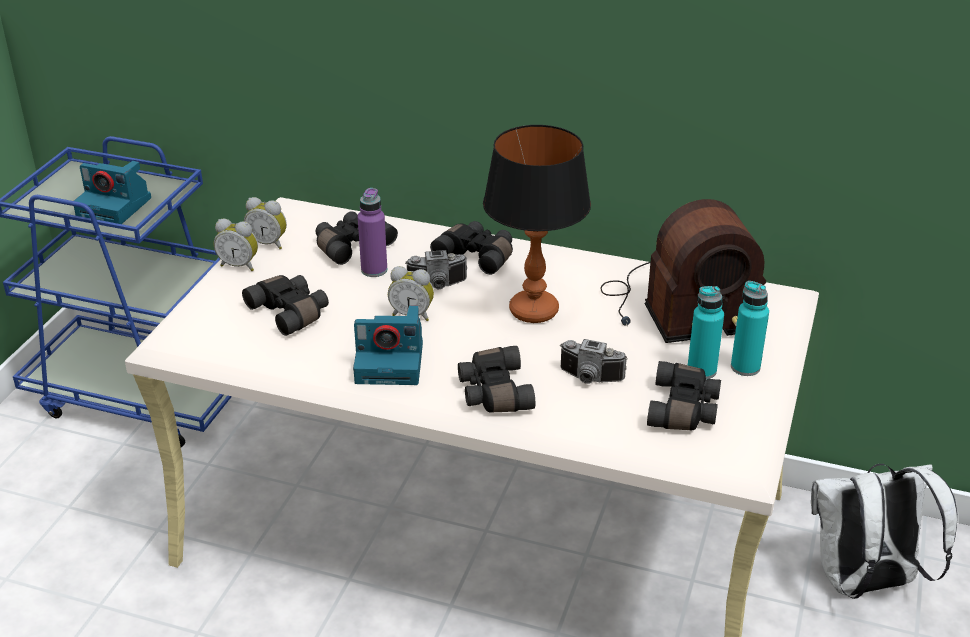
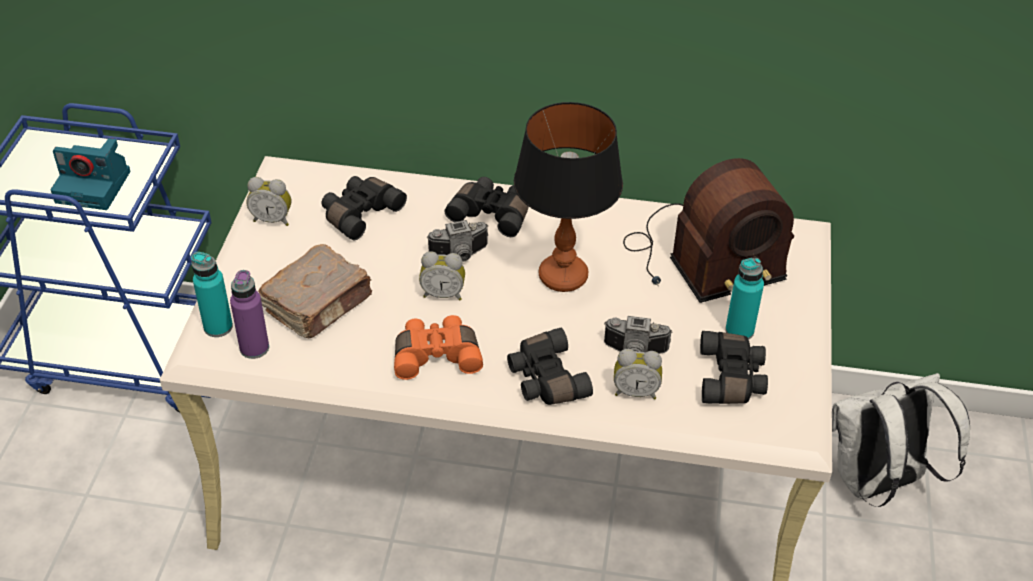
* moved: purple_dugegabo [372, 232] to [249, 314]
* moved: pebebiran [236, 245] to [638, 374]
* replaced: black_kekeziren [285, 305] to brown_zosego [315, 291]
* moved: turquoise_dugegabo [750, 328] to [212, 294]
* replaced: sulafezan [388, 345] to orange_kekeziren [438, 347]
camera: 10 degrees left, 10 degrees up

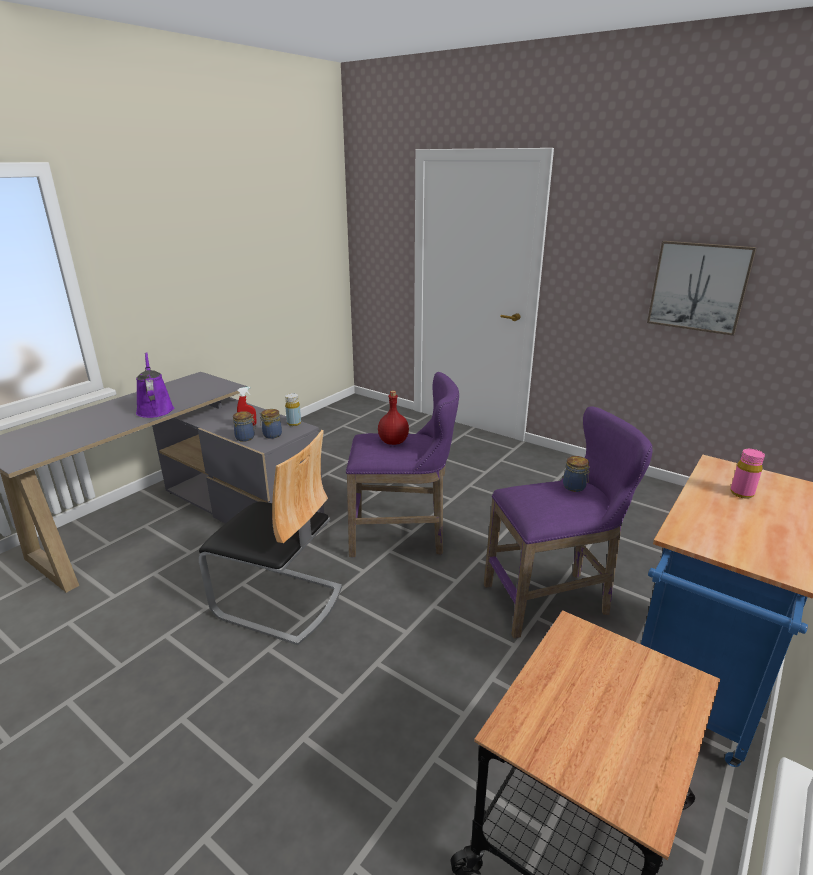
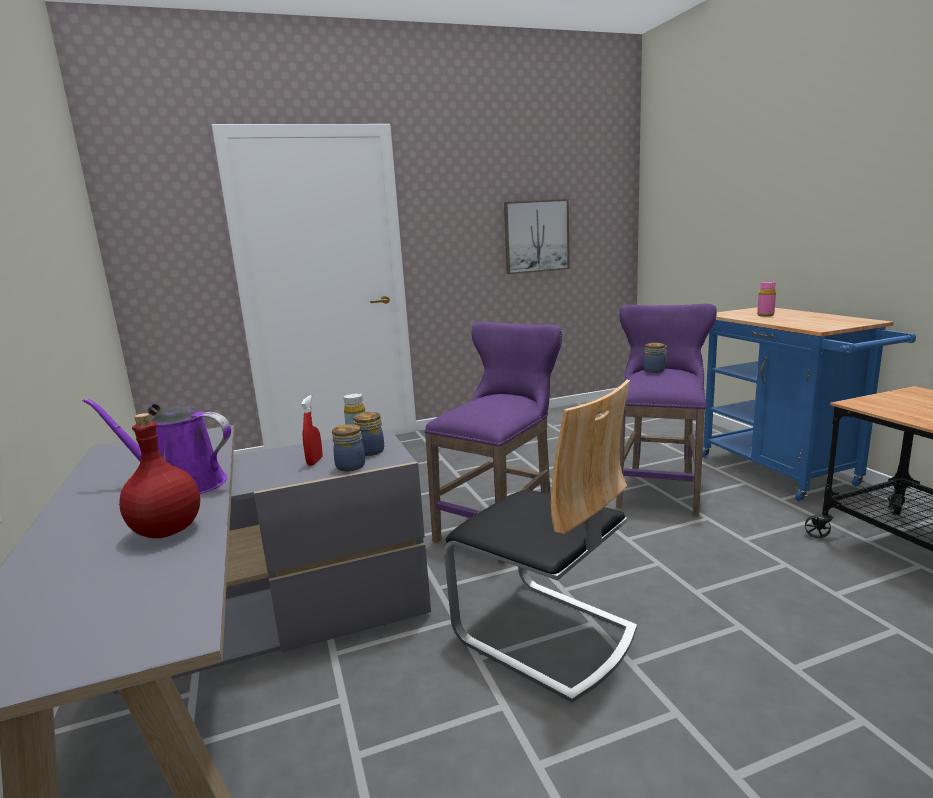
* moved: red_dugegabo [393, 418] to [159, 475]
* turned: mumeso [270, 537] = [540, 541] 75 degrees clockwise
camera: 55 degrees left, 10 degrees down

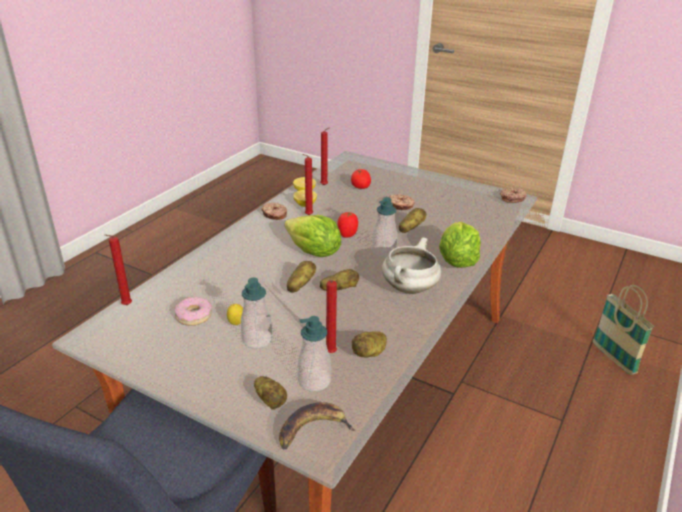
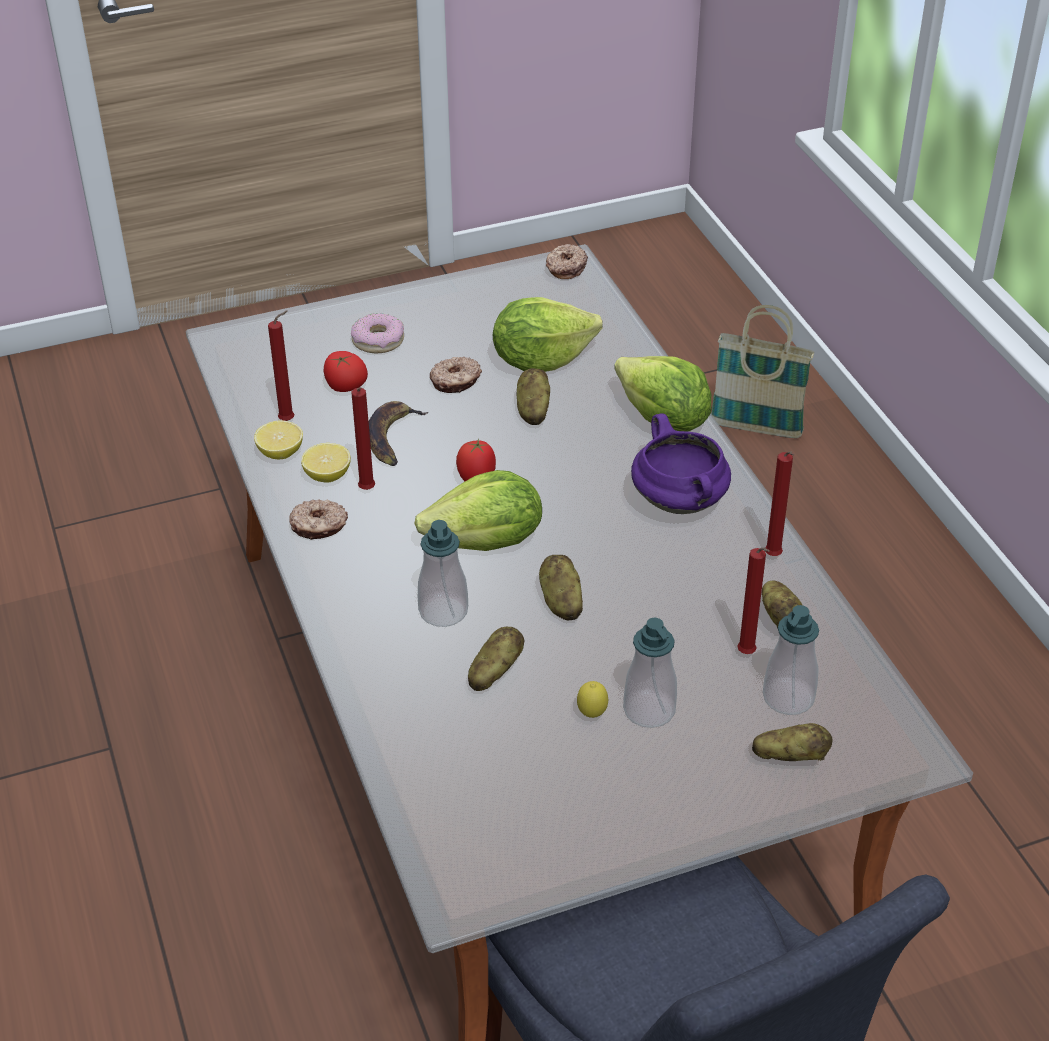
* moved: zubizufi [384, 227] to [443, 573]
* moved: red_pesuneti [118, 269] to [779, 504]
* recoloured: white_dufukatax [411, 265] to purple_dufukatax [681, 463]
* moved: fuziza [339, 280] to [496, 659]
* moved: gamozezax [193, 311] to [377, 333]
* moved: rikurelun [317, 425] to [398, 433]
* added: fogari [548, 334]
camera: 50 degrees left, 10 degrees up

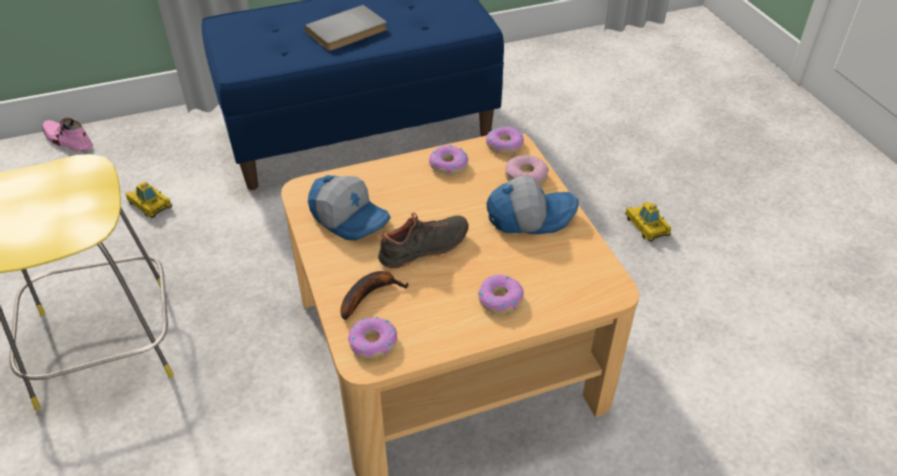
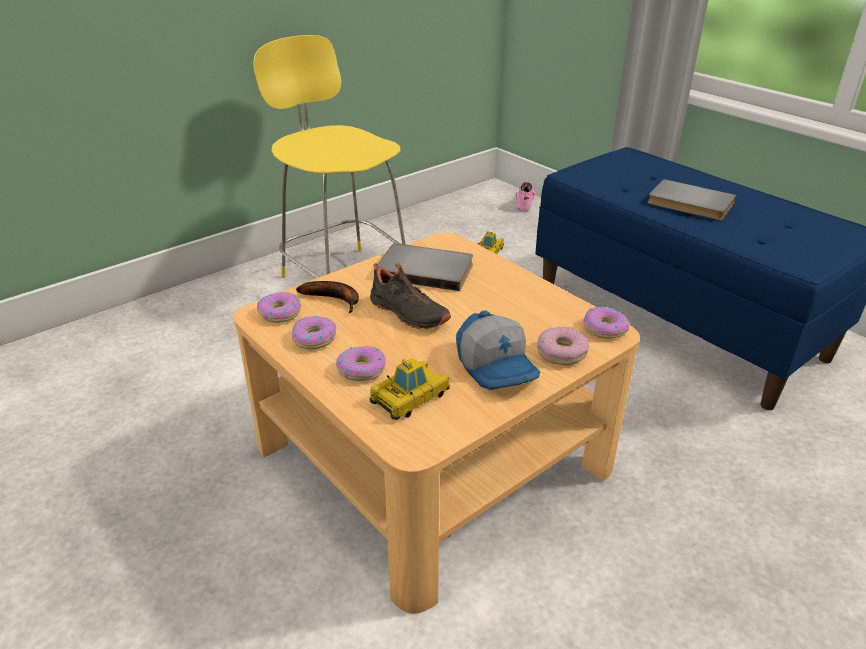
* moved: gamozezax [448, 159] to [314, 332]
* replaced: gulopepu [349, 207] to grey_zosego [423, 267]
* moved: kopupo [648, 222] to [410, 389]
camera: 70 degrees right, 10 degrees down

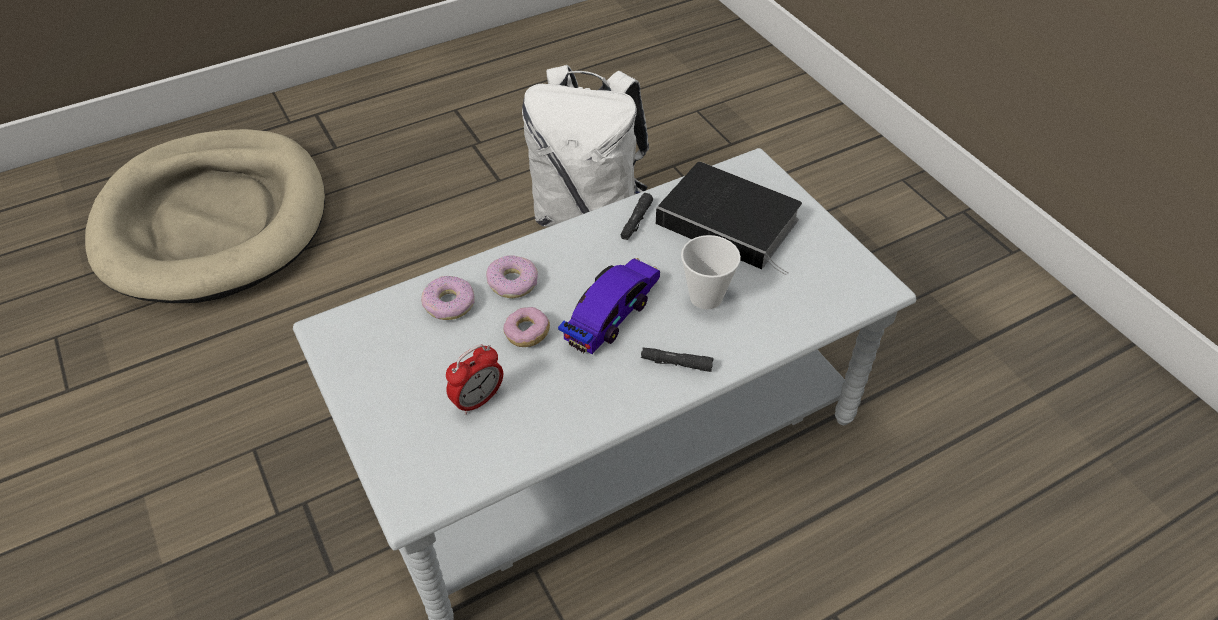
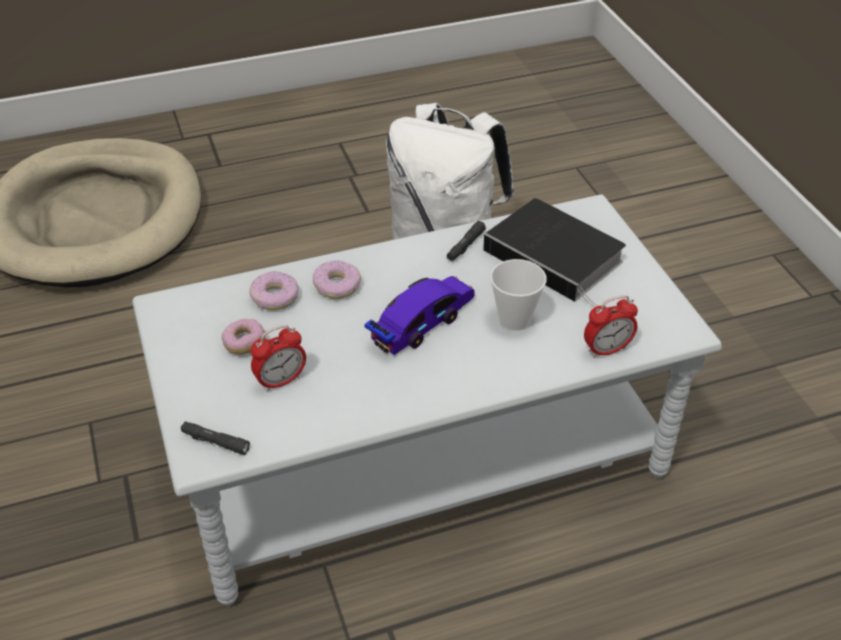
* moved: gamozezax [527, 327] to [243, 336]
* moved: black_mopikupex [677, 359] to [215, 438]
* added: pebebiran [611, 326]
camera: 10 degrees right, 5 degrees down

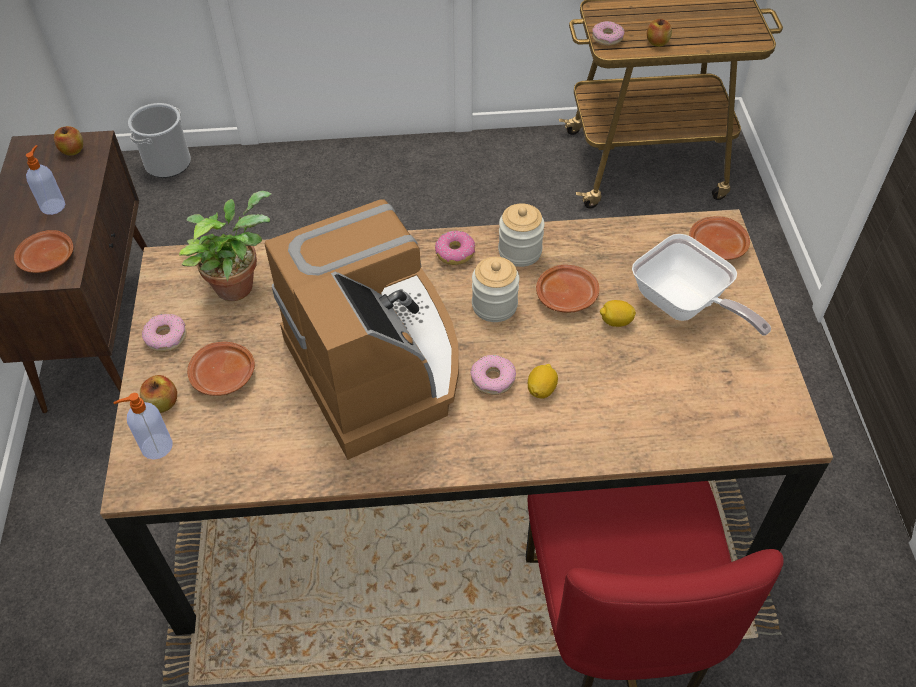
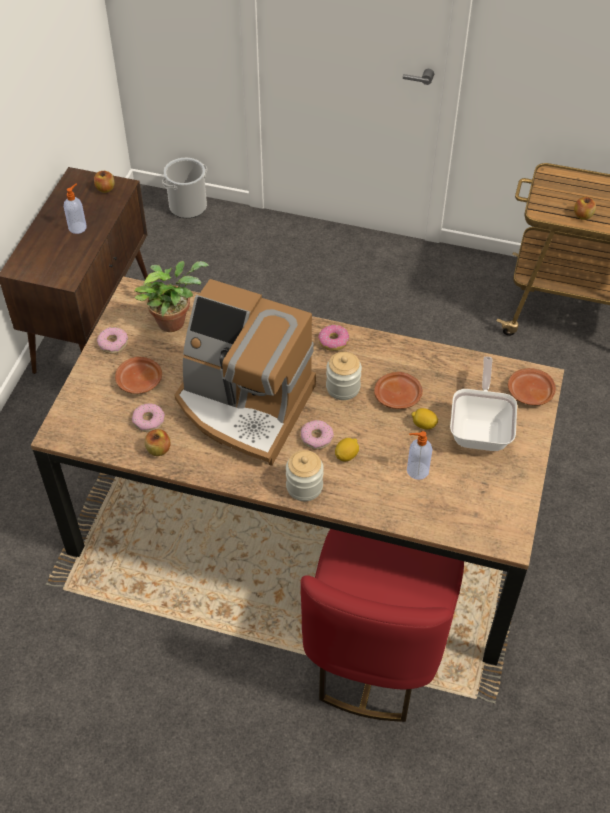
* moved: gamozezax [608, 33] to [148, 417]
* turned: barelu [362, 329] = [245, 372] 120 degrees clockwise
* moved: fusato [521, 235] to [305, 475]
* removed: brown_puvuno [44, 251]
* turned: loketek [701, 285] = [483, 404] 150 degrees counterclockwise
* moved: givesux [158, 394] to [157, 442]
* moved: zubizufi [142, 426] to [420, 455]
camera: 20 degrees right, 0 degrees up

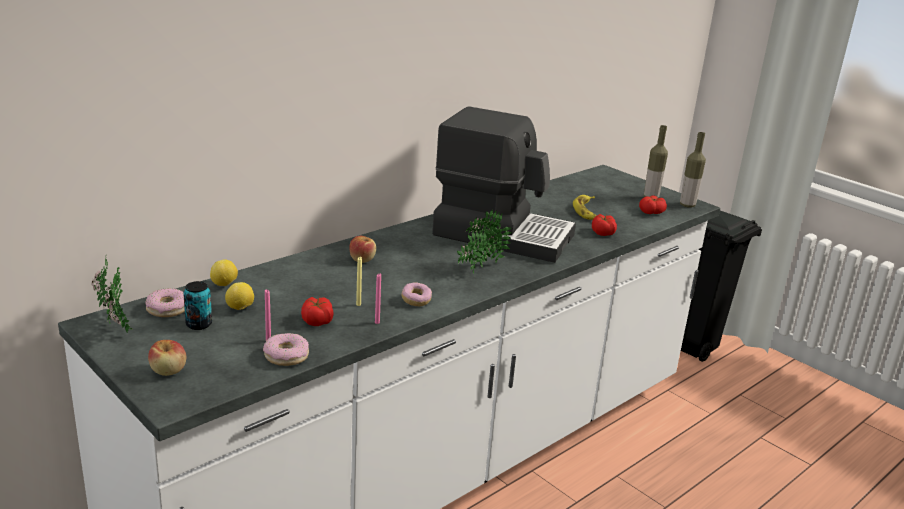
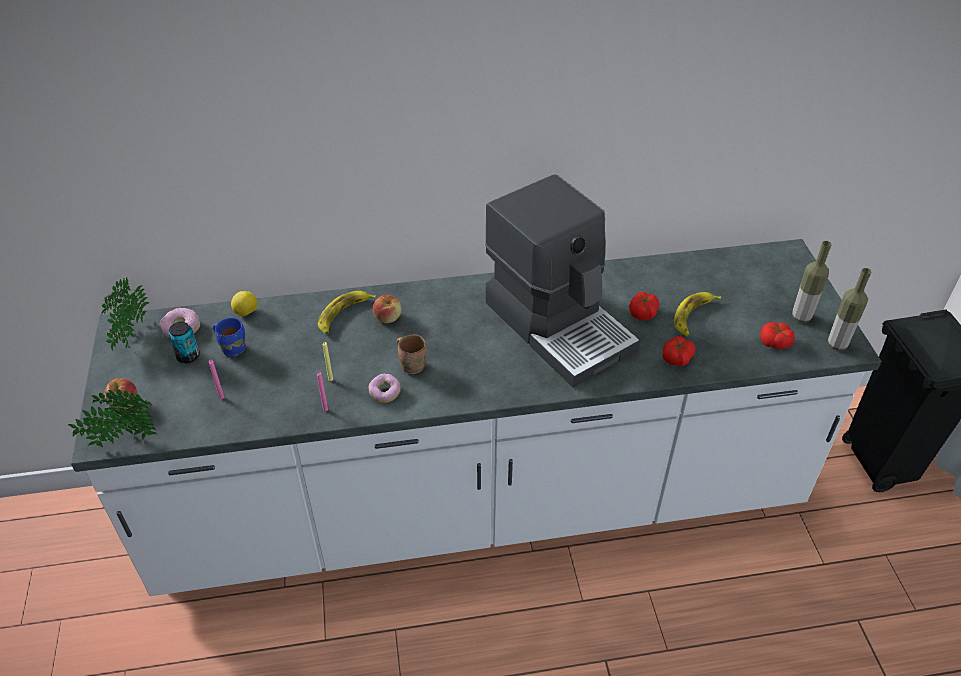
* moved: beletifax [484, 242] to [112, 418]
* replaced: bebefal [239, 296] to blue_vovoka [229, 337]
* moved: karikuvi [317, 311] to [644, 305]
* removed: gamozezax [286, 349]
* added: rikurelun [347, 312]
* added: brown_vovoka [412, 354]
camera: 35 degrees right, 20 degrees up

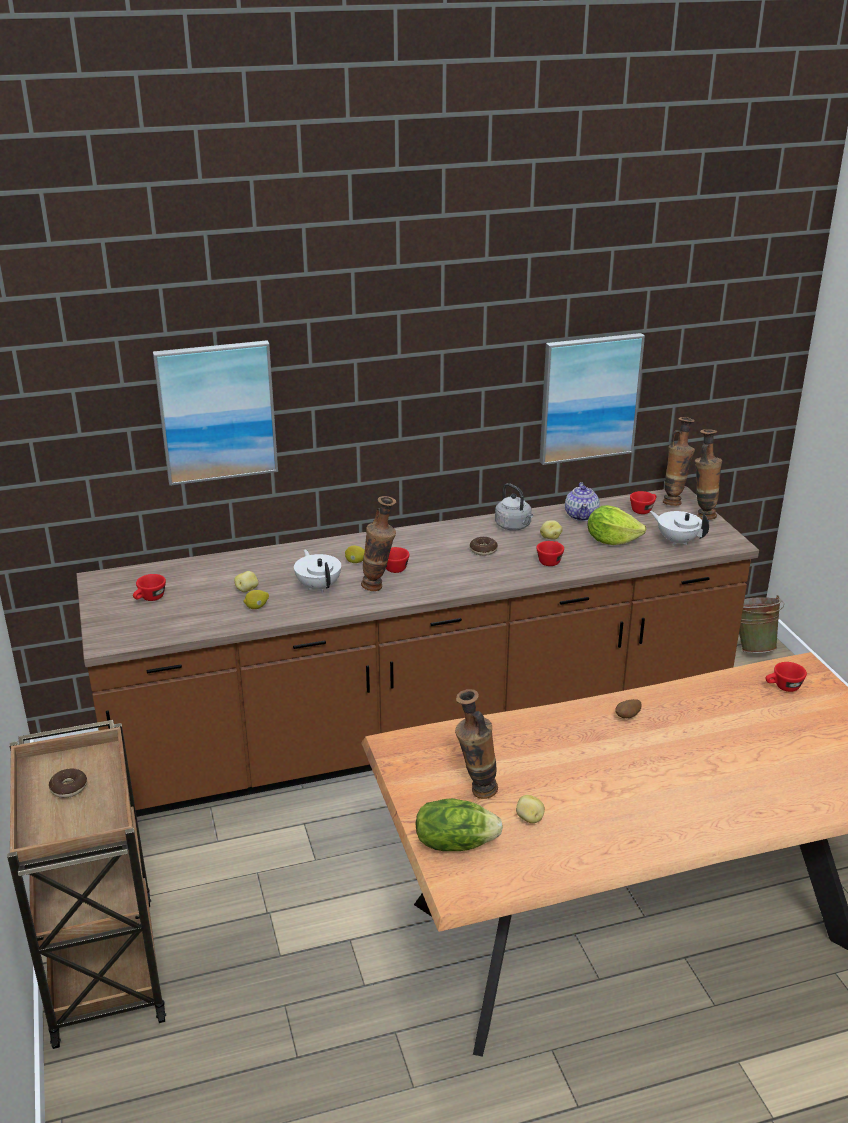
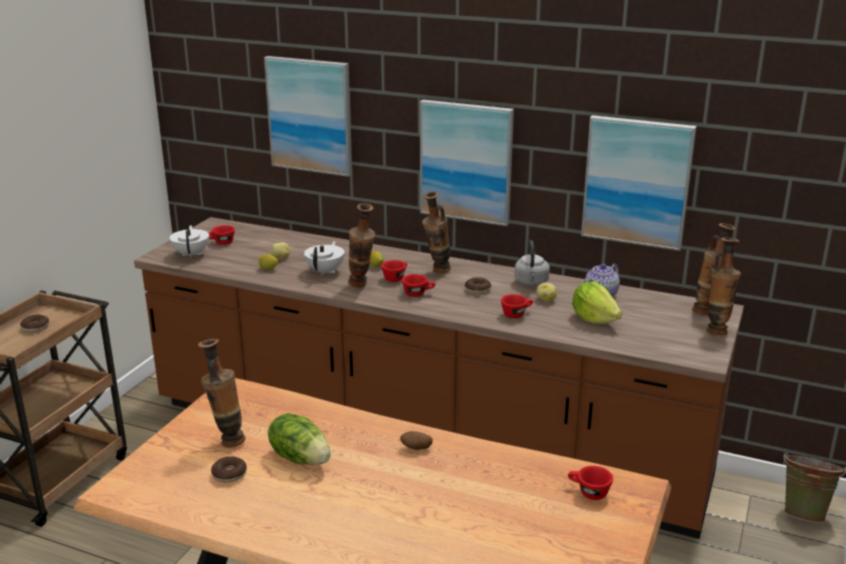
* moved: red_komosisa [643, 502] to [418, 285]
* moved: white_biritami [679, 528] to [189, 241]
* replaced: fuziza [530, 809] to gamozezax [229, 469]
* moved: fogari [459, 824] to [299, 439]
* added: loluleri [467, 162]
* added: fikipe [436, 232]
camera: 40 degrees right, 5 degrees down

